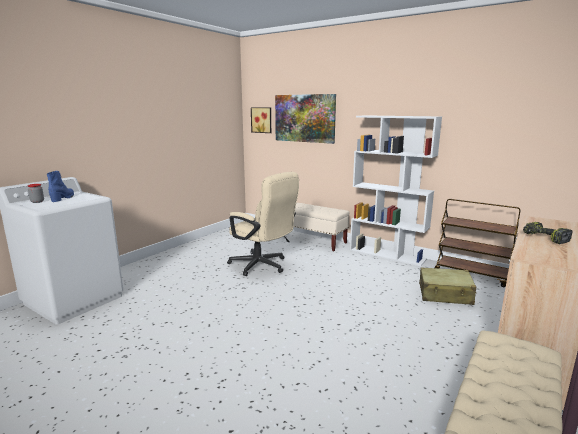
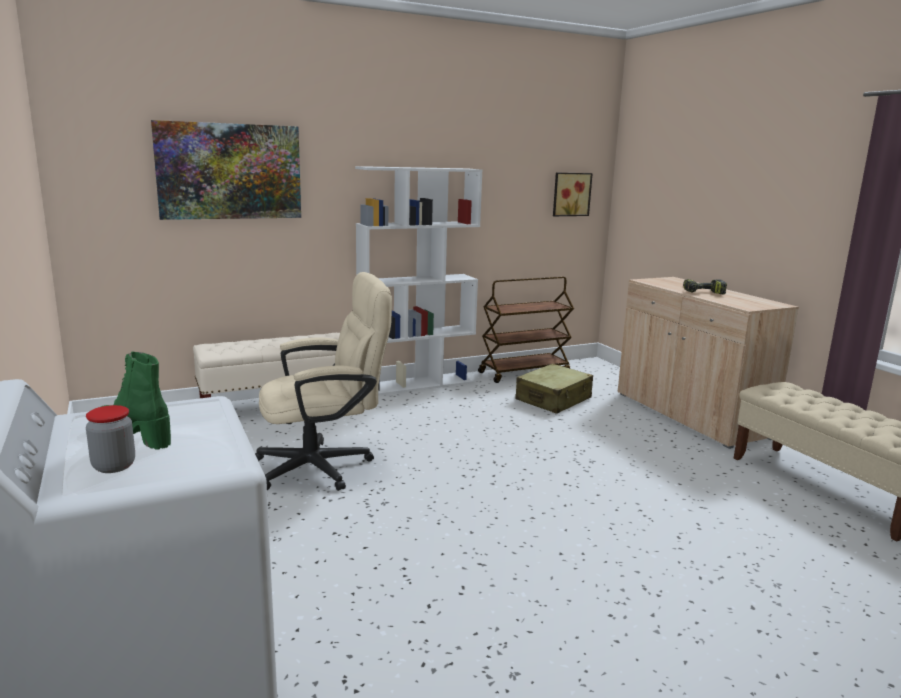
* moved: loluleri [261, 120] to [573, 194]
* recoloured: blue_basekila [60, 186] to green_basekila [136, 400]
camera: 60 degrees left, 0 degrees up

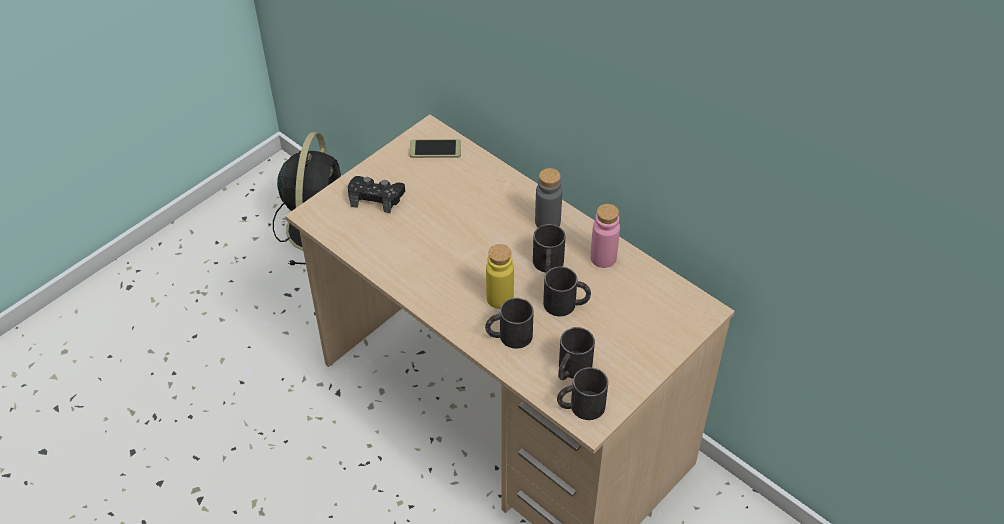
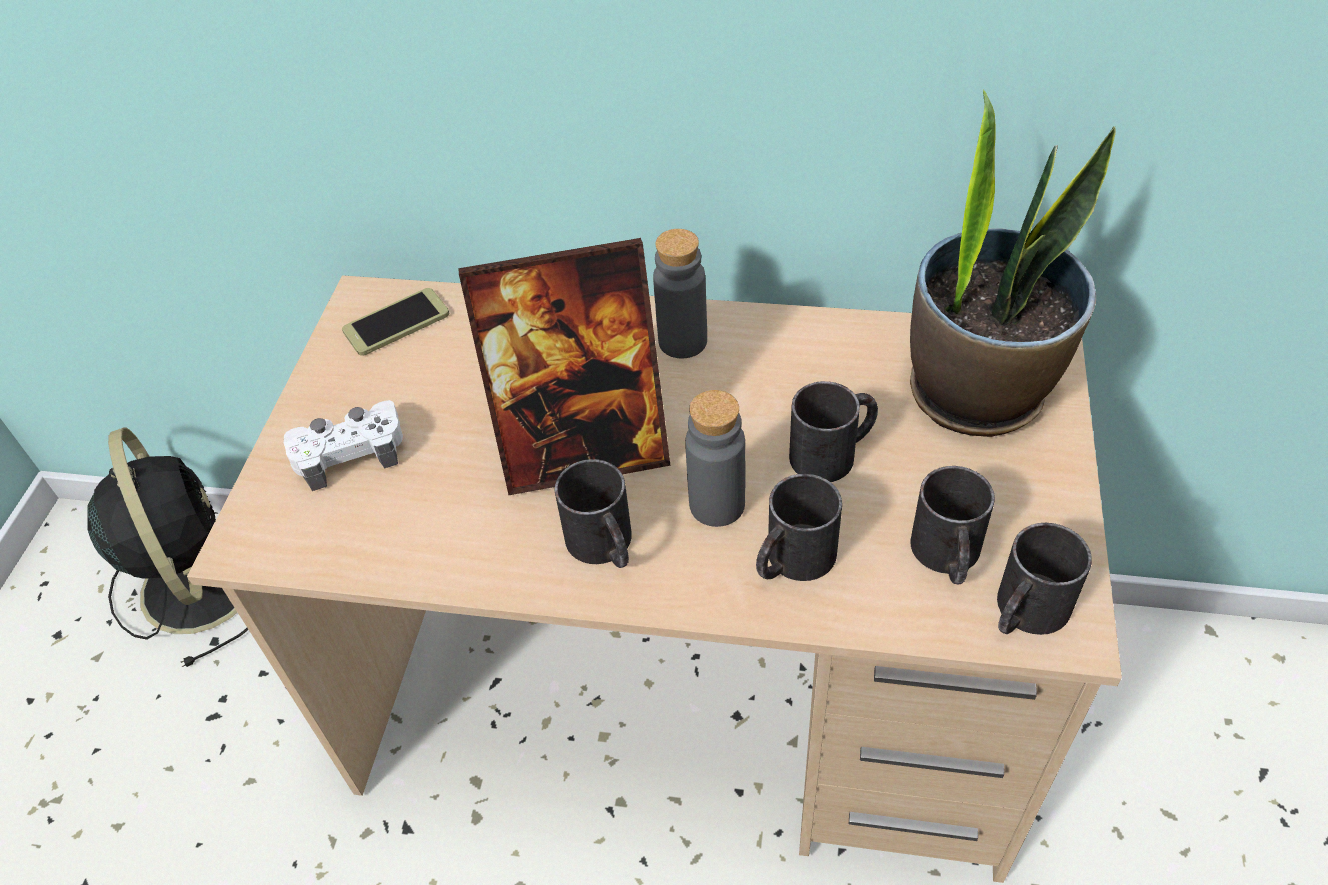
* recoloured: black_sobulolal [376, 194] to white_sobulolal [343, 445]
* removed: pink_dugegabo [605, 236]
* moved: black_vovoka [549, 248] to [593, 513]
* recoloured: yellow_dugegabo [500, 276] to grey_dugegabo [715, 458]
* added: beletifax [1013, 263]
* added: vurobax [564, 366]
camera: 30 degrees left, 0 degrees up

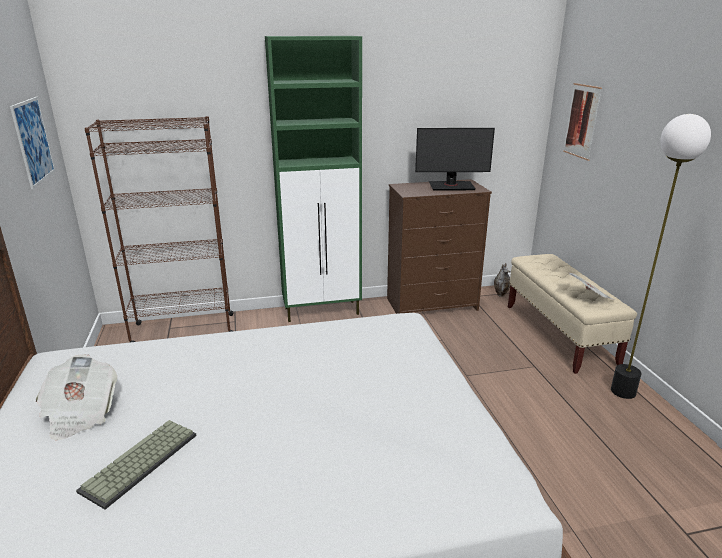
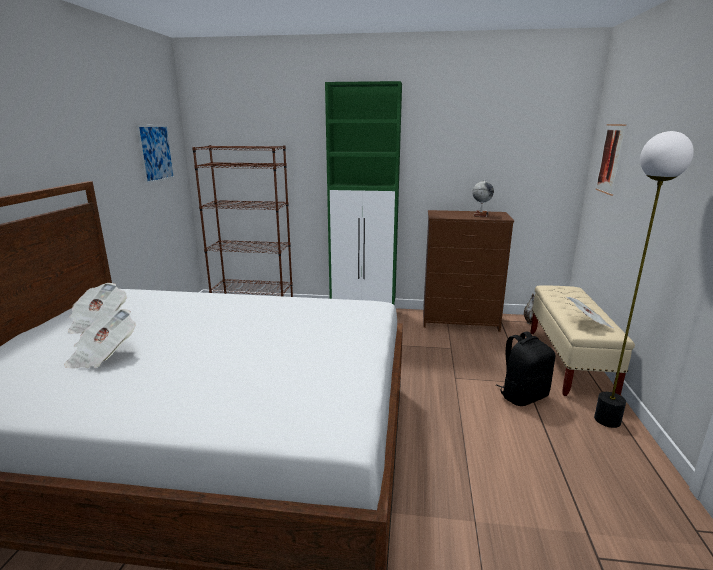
* replaced: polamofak [455, 159] to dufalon [483, 198]
* replaced: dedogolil [136, 465] to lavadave [100, 339]
* added: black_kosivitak [525, 368]
camera: 20 degrees right, 5 degrees down

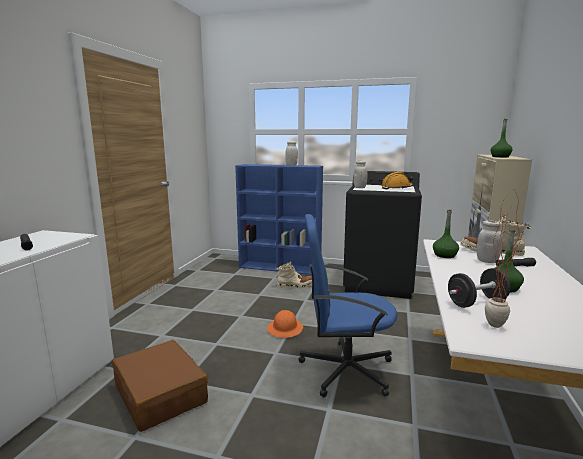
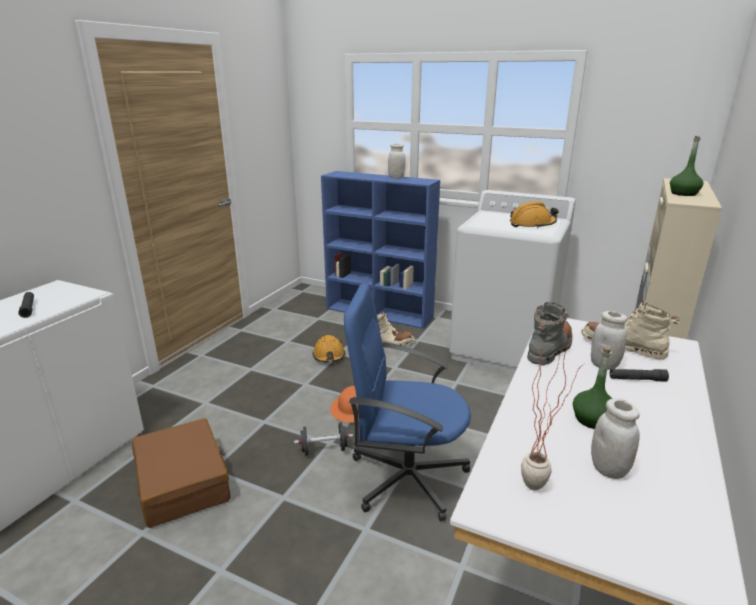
* moved: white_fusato [360, 174] to [615, 438]
* recoloured: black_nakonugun [382, 235] to white_nakonugun [512, 281]
* replaced: green_dugegabo [446, 233] to grey_basekila [550, 333]
* moved: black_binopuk [479, 288] to [323, 439]
* added: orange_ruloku [328, 348]
camera: 10 degrees right, 10 degrees up

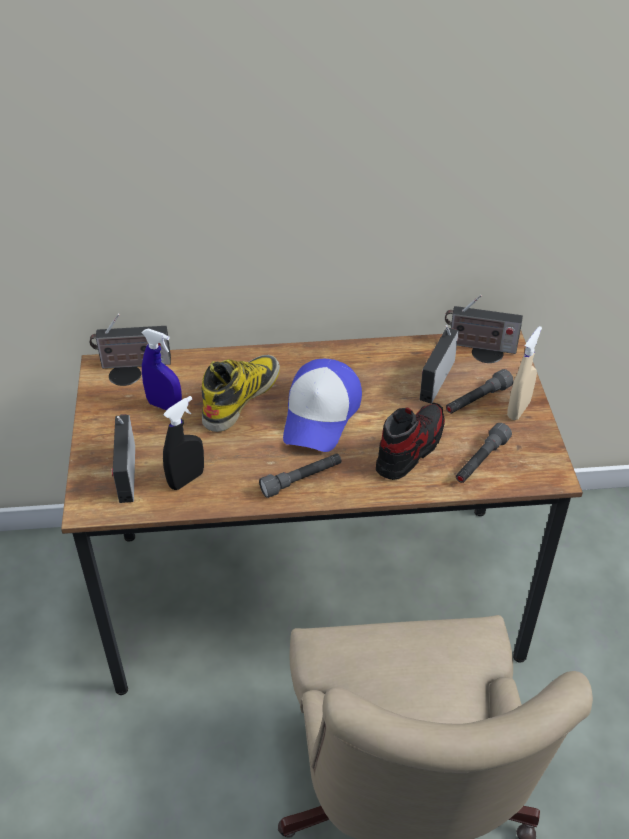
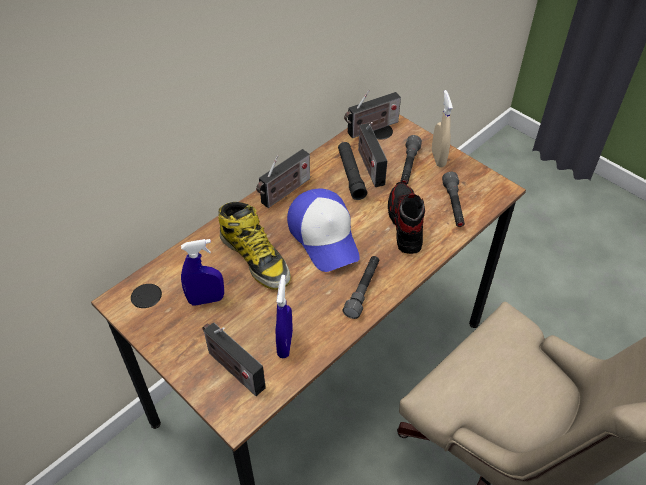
* moved: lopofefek [130, 341] to [283, 178]
* turned: basekila [240, 393] = [254, 246] 150 degrees clockwise
* recoloured: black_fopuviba [183, 443] to blue_fopuviba [284, 316]
* added: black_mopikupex [352, 171]
camera: 40 degrees left, 5 degrees up

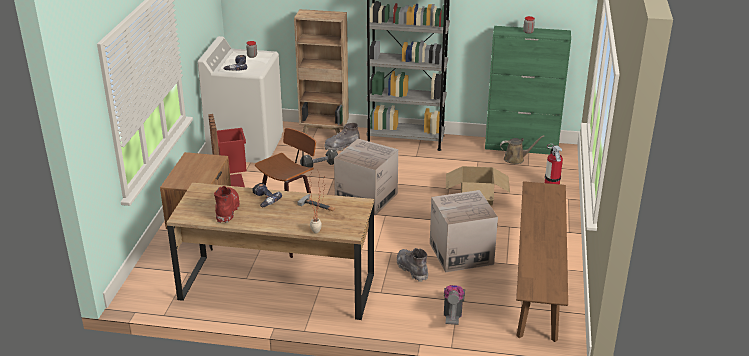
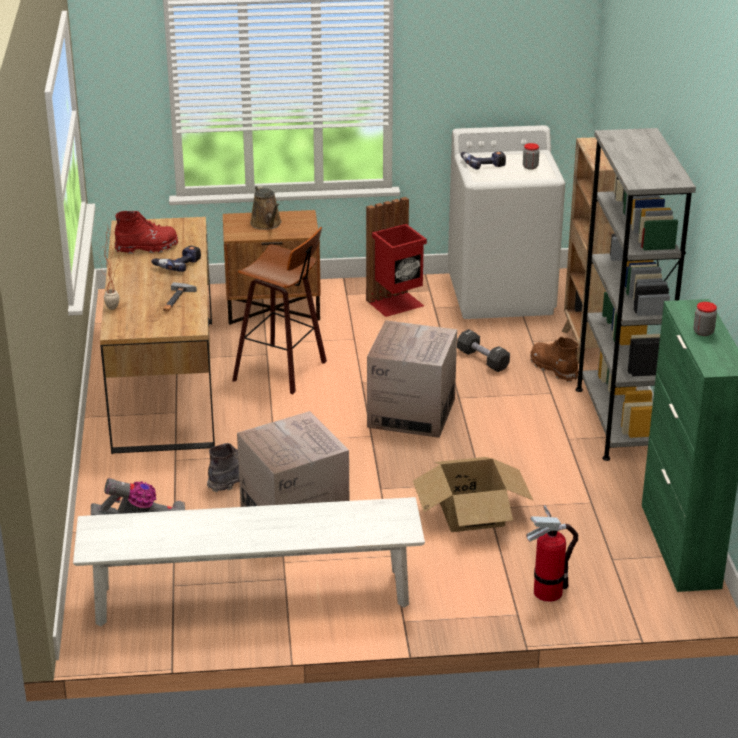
* recoloured: grey_basekila [341, 137] to brown_basekila [554, 359]
* moved: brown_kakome [522, 149] to [266, 207]
* recoloured: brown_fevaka [542, 261] to white_fevaka [249, 561]
camera: 75 degrees right, 0 degrees up

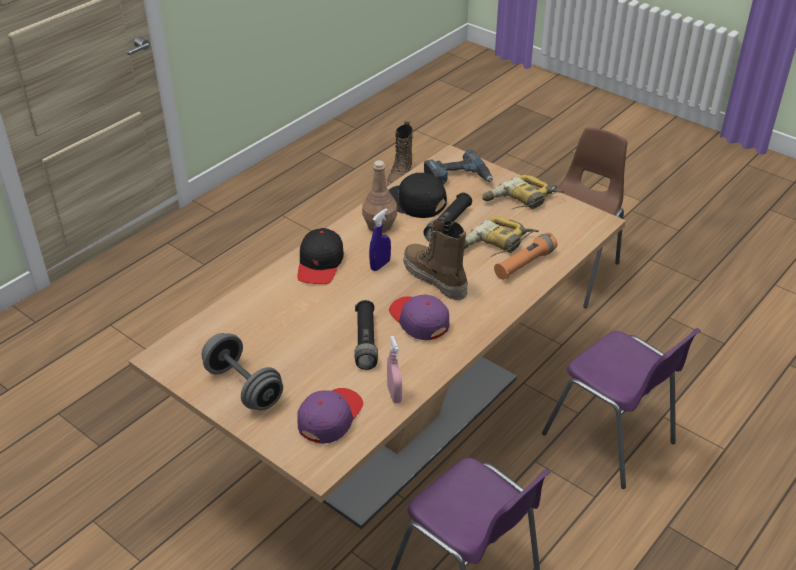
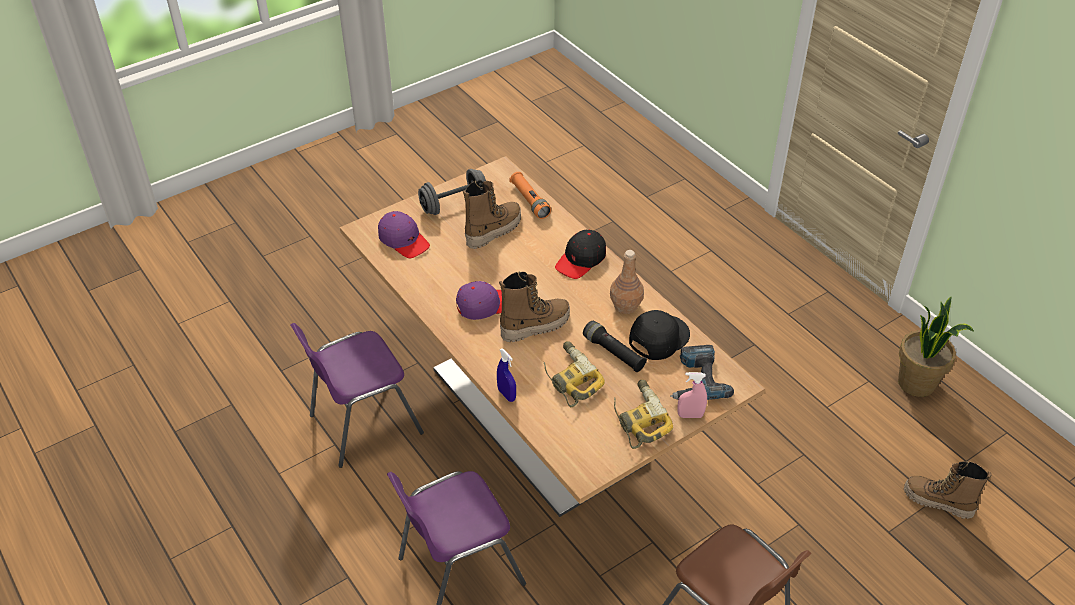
* moved: blue_fopuviba [380, 239] to [506, 375]
* turned: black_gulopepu [321, 256] = [580, 254] 75 degrees counterclockwise
* moved: orange_mopikupex [525, 256] to [530, 195]
* removed: black_mopikupex [366, 335]
* moved: pink_fopuviba [394, 369] to [692, 395]
* added: basekila [492, 214]
* added: beletifax [936, 346]
camera: 105 degrees right, 5 degrees up

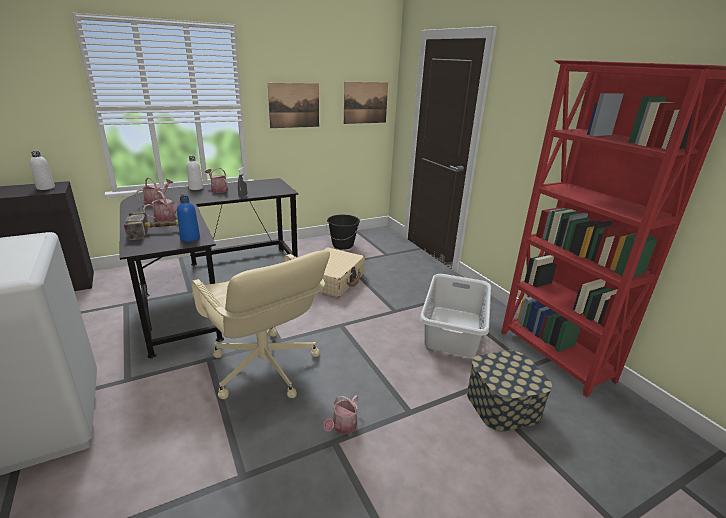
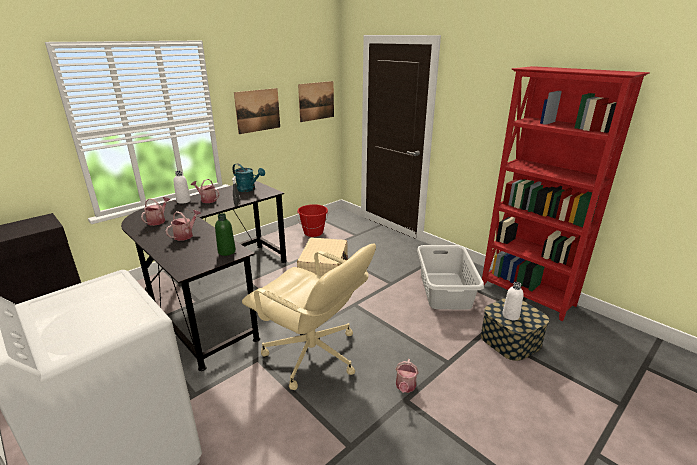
* moved: white_dugegabo [42, 170] to [512, 301]
* recoloured: blue_dugegabo [188, 219] to green_dugegabo [225, 234]
* removed: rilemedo [151, 226]
* recoloured: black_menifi [343, 232] to red_menifi [312, 220]
* added: turquoise_kakome [249, 177]
camera: 15 degrees left, 0 degrees up

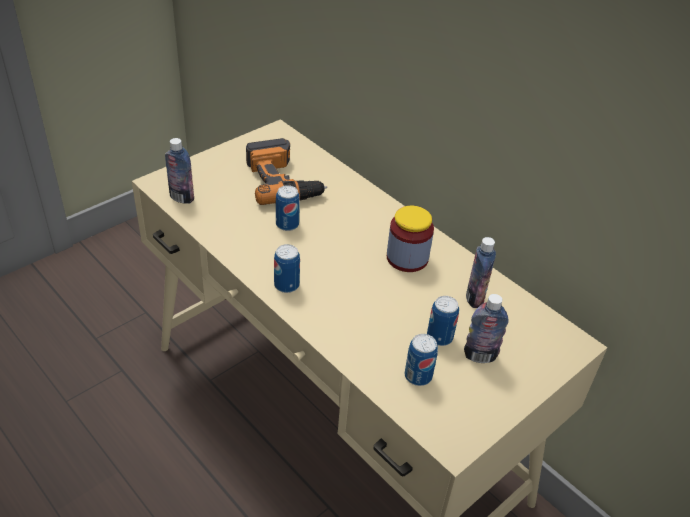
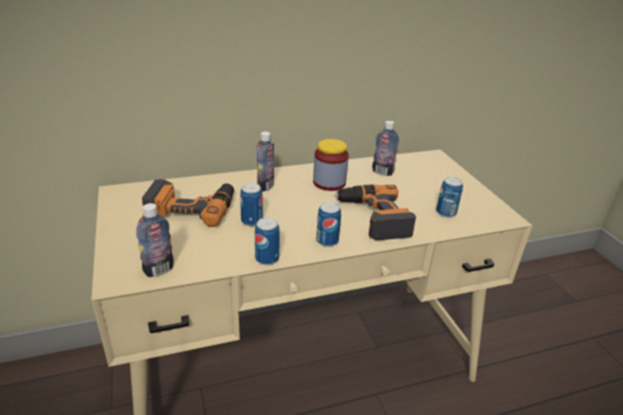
* moved: dugegabo [486, 328] to [265, 162]
* moved: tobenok [443, 321] to [267, 241]
* added: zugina [375, 212]
camera: 65 degrees left, 10 degrees down

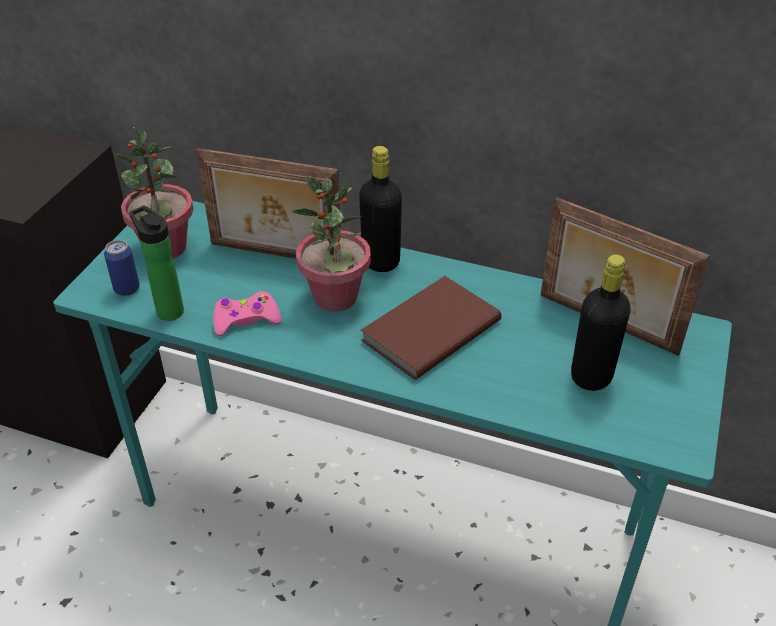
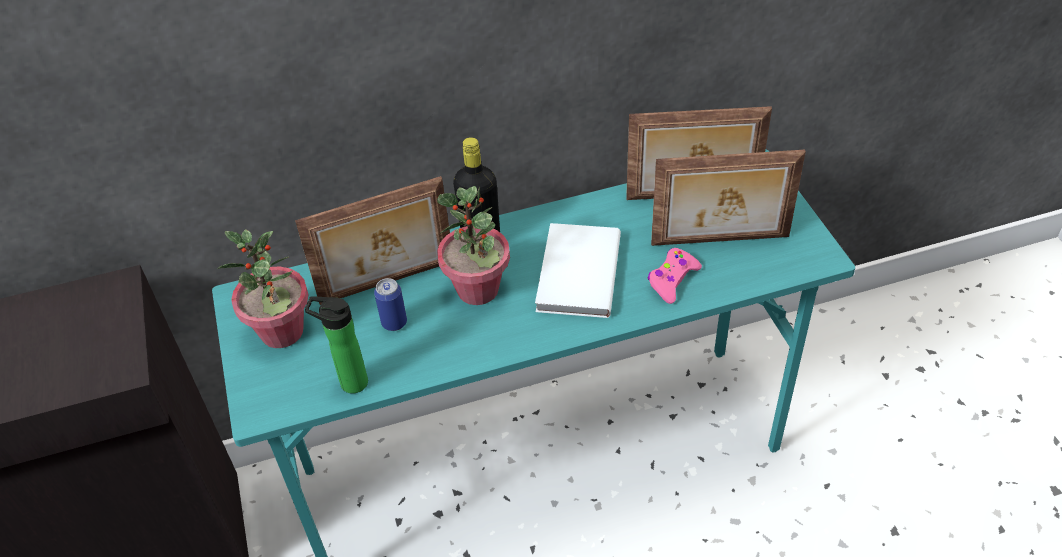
* moved: tobenok [122, 268] to [390, 304]
* replaced: black_dugegabo [601, 322] to vurobax [728, 198]
* recoloured: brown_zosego [431, 328] to white_zosego [578, 270]
* moved: pink_sobulolal [247, 313] to [675, 276]
camera: 35 degrees left, 5 degrees up

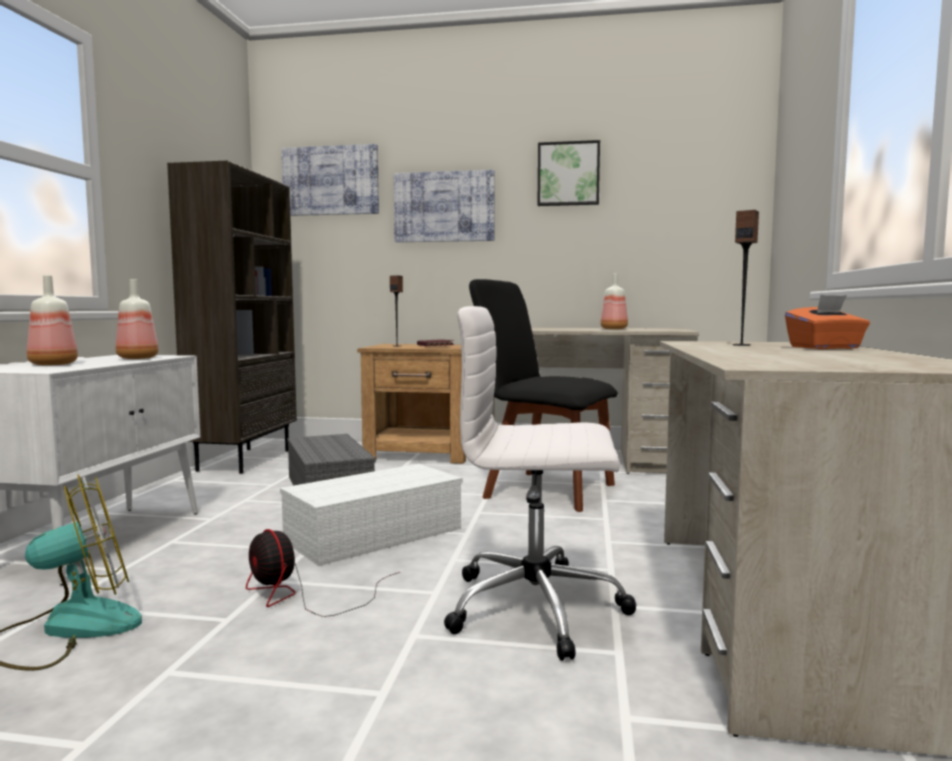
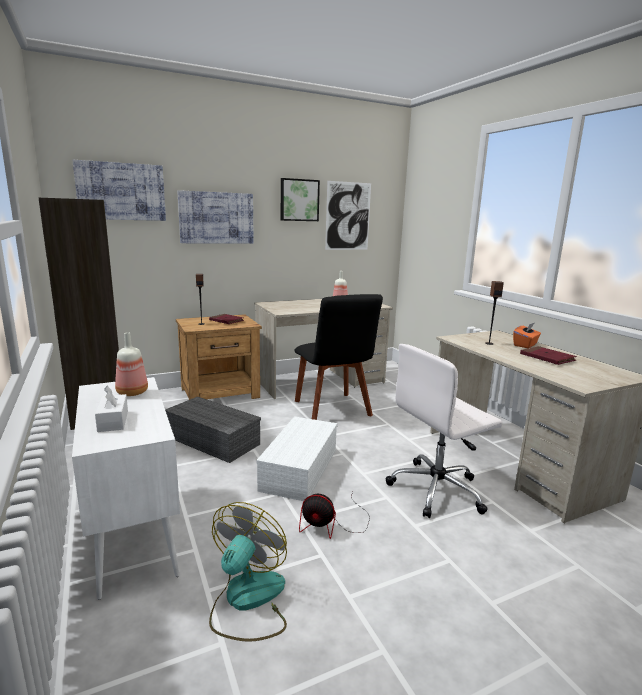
* replaced: dugegabo [52, 320] to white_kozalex [111, 409]
* turned: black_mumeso [543, 395] = [338, 357] 105 degrees counterclockwise
* added: loluleri [348, 215]
* added: red_zosego [548, 355]
camera: 35 degrees left, 10 degrees up

